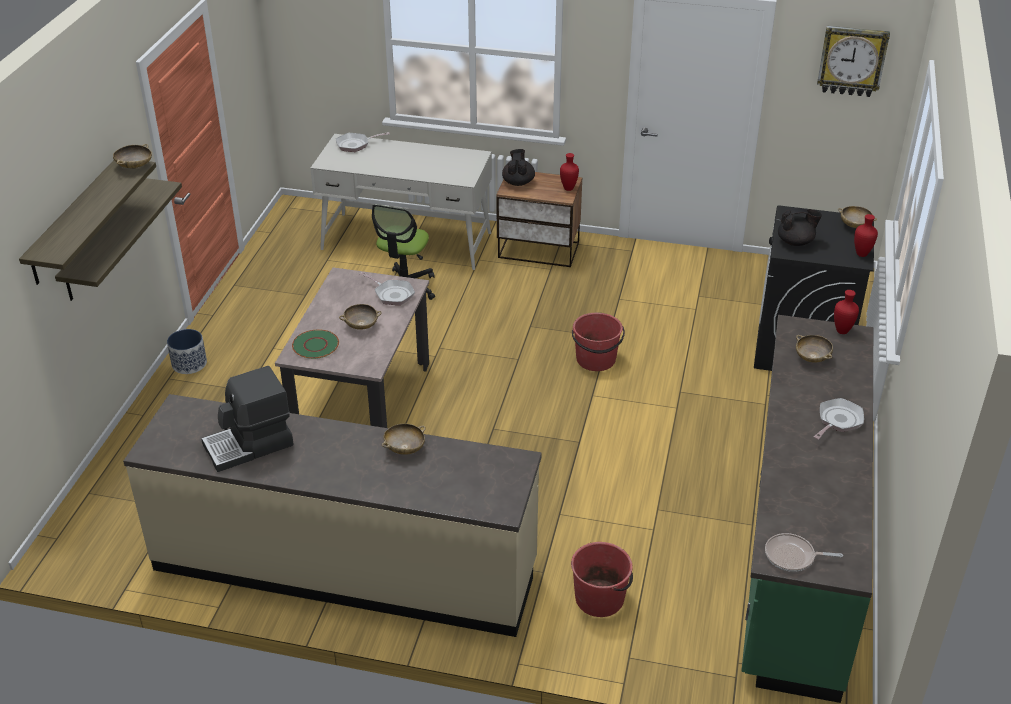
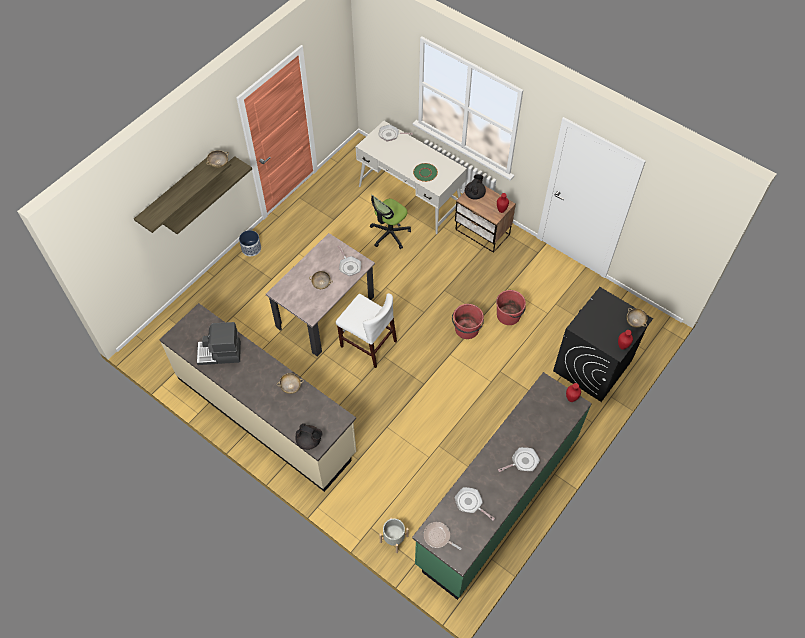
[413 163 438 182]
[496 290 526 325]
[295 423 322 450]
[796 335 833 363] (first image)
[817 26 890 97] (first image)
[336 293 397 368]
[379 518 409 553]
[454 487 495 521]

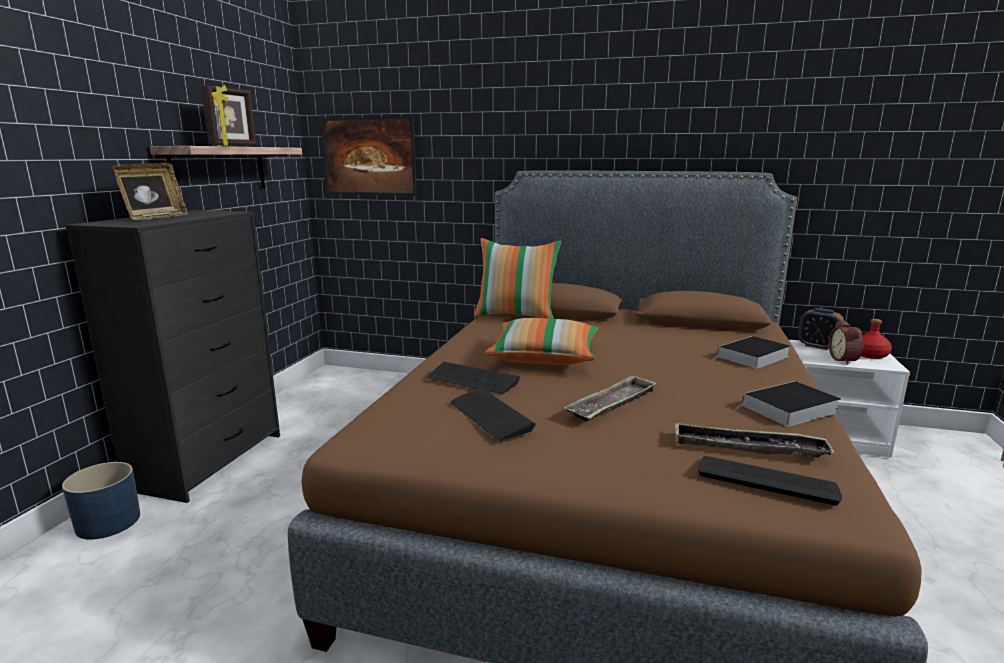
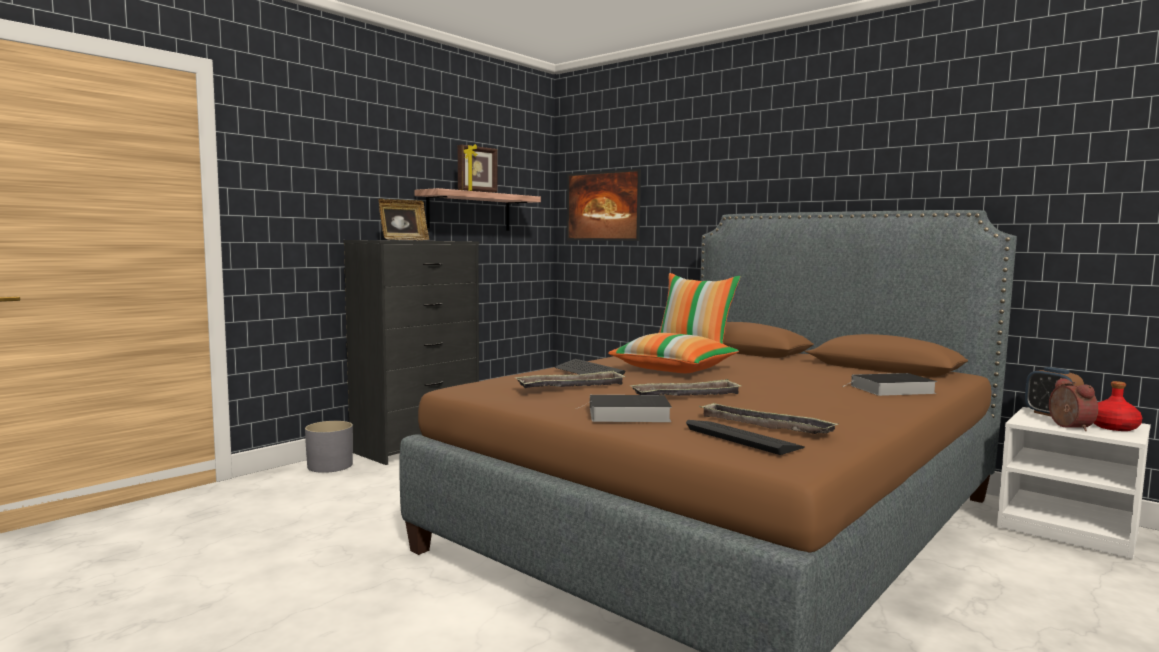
[305 421 353 473]
[515 370 626 388]
[578 395 672 422]
[1049 378 1098 431]

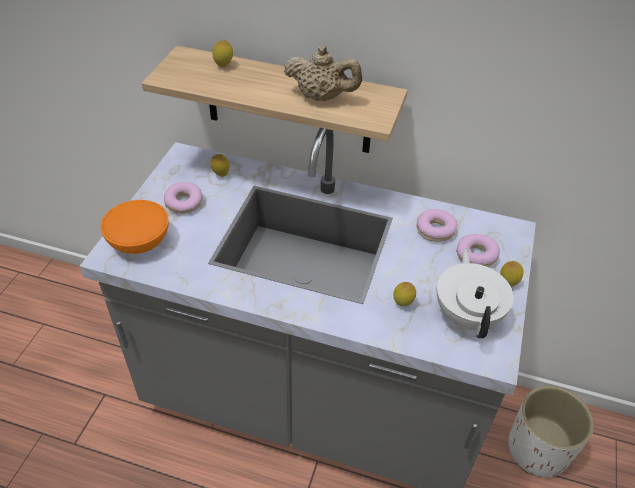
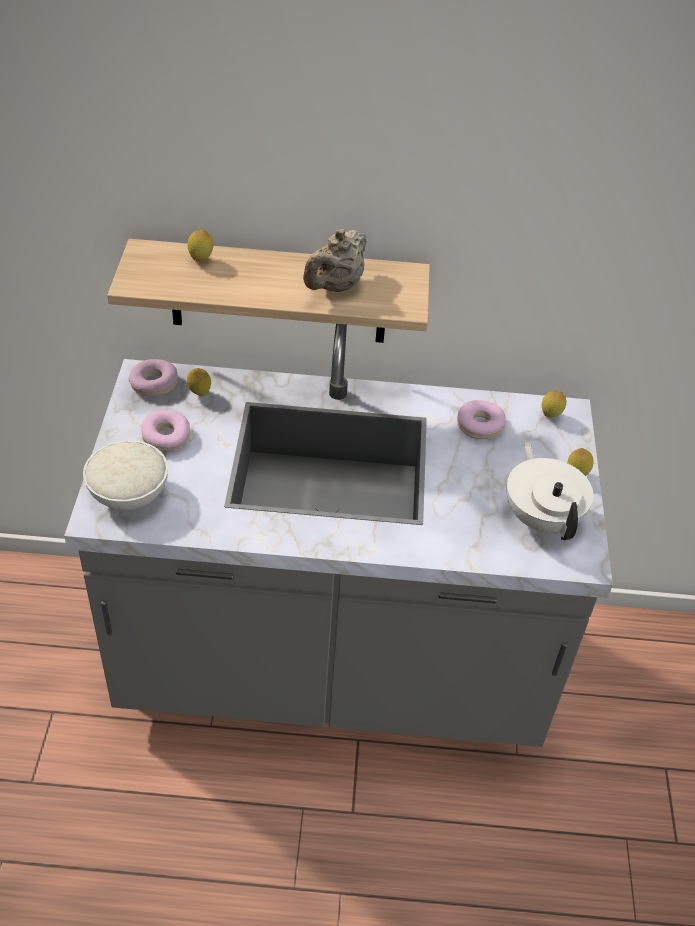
[83 440 168 510]
[303 229 367 292]
[542 390 566 418]
[129 359 178 397]
[508 386 594 478] (first image)

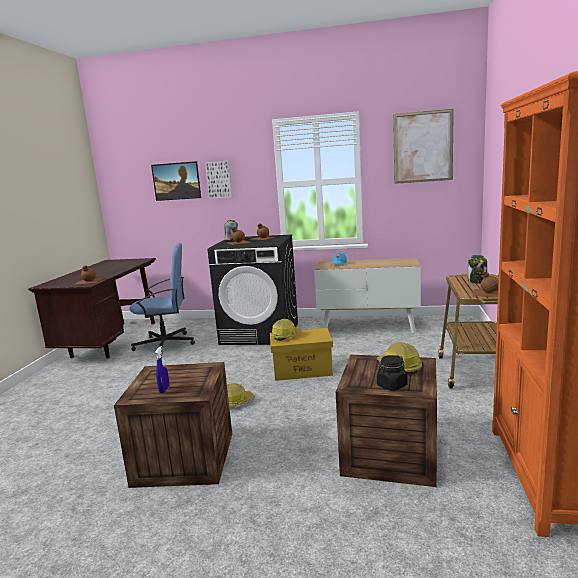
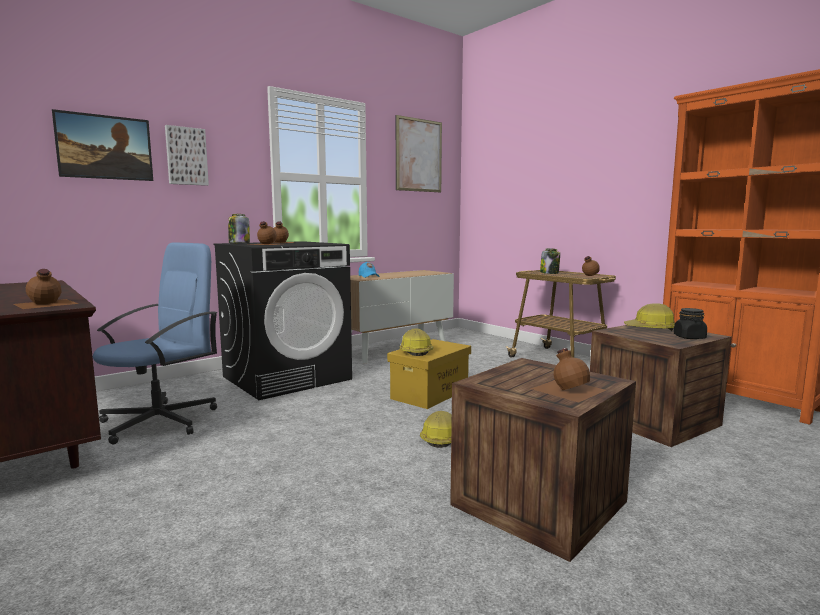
[531 348 606 402]

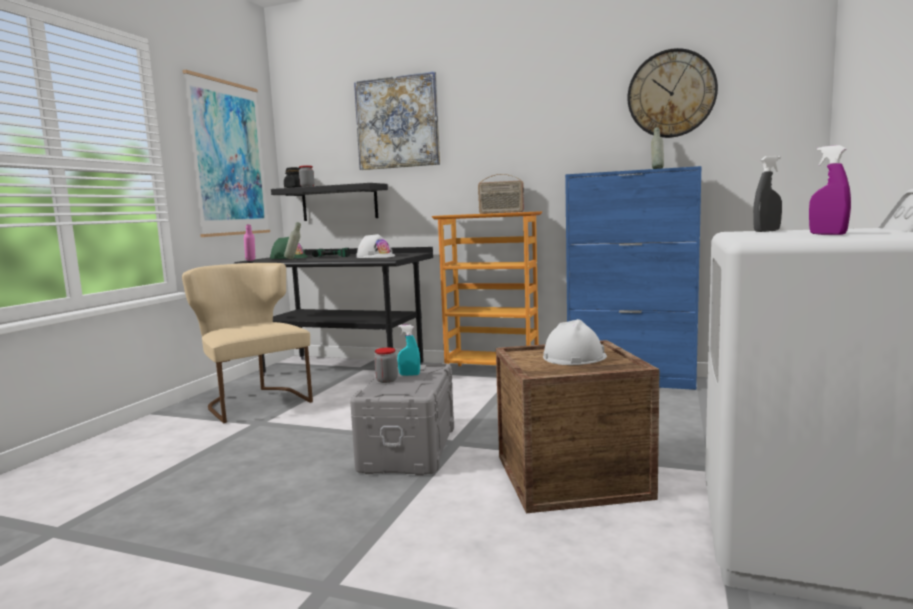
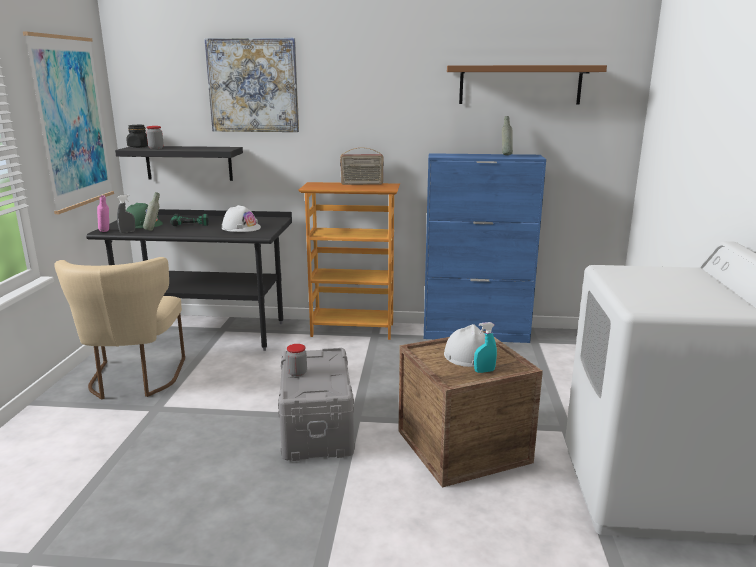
[54 257 185 400]
[474 322 497 373]
[447 65 607 104]
[117 195 135 233]
[809 145 851 235] (first image)

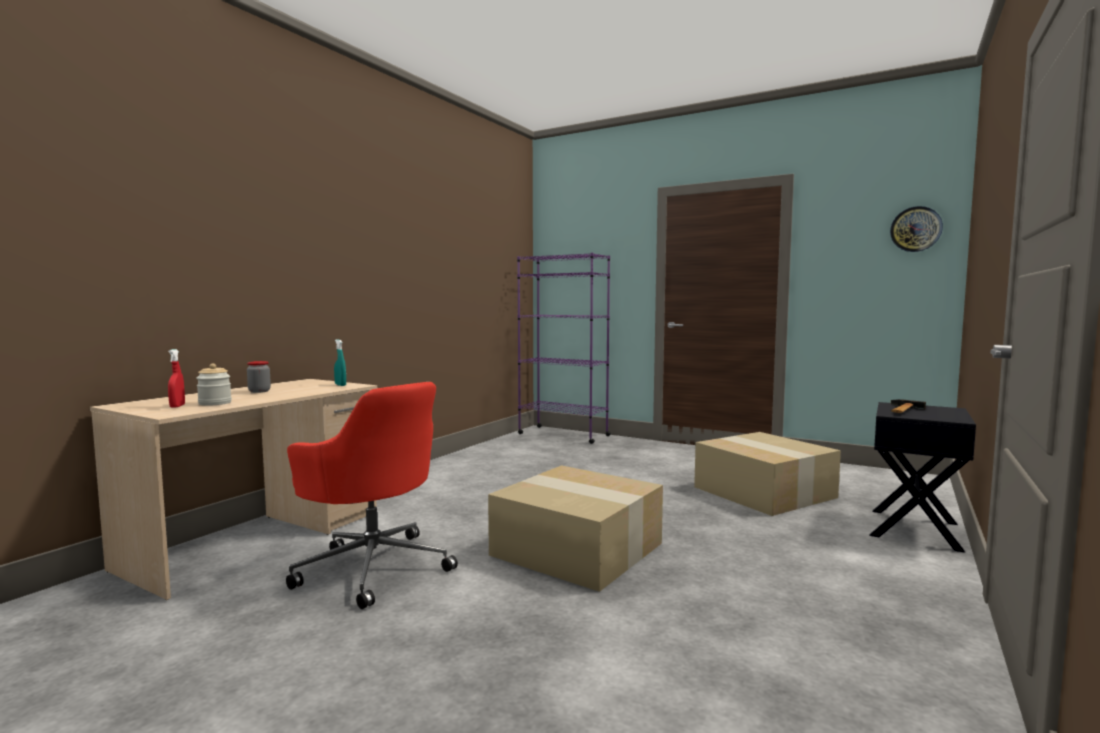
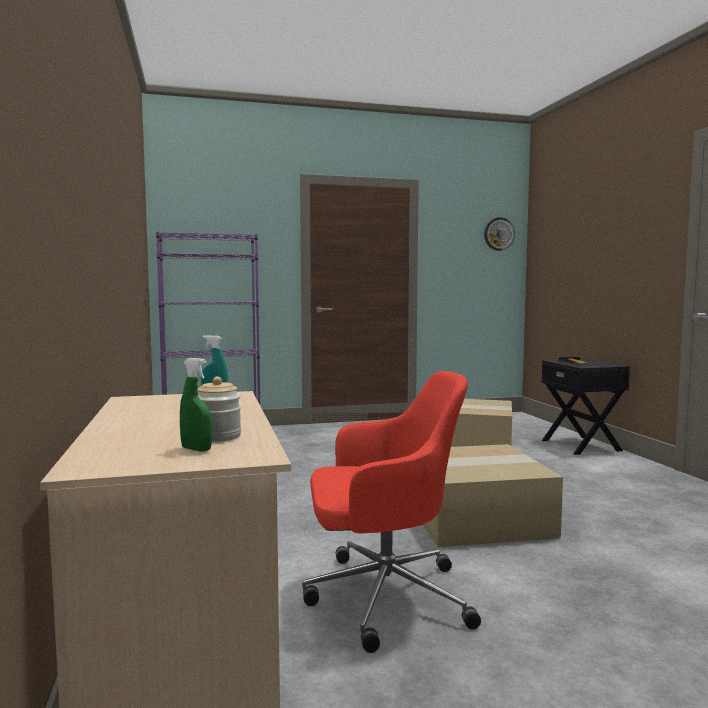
[180 358 212 452]
[247 361 271 393] (first image)

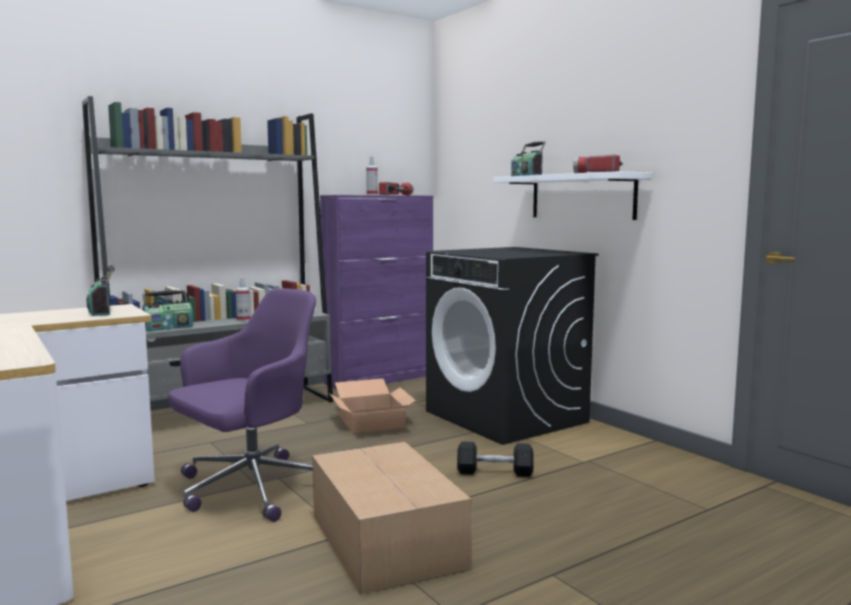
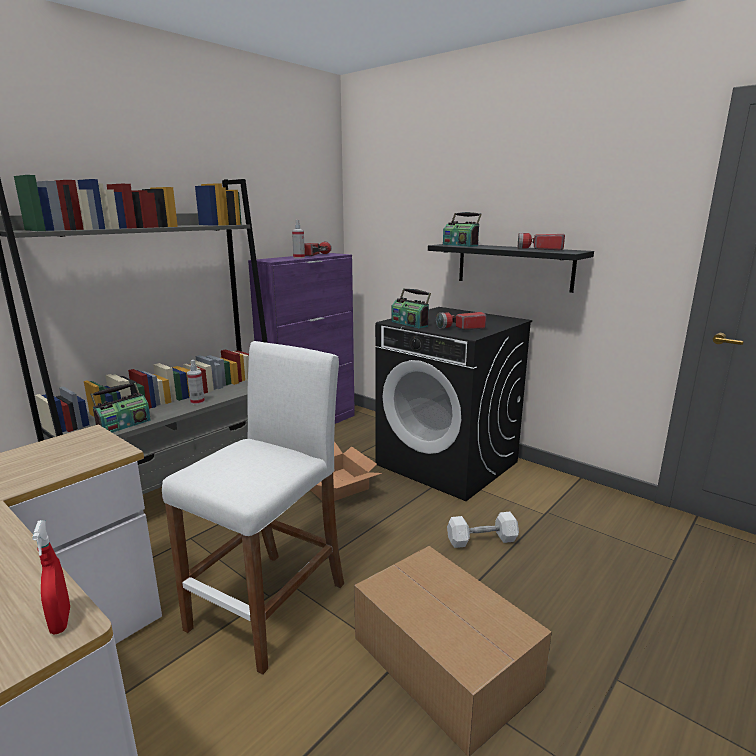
[391 288 431 328]
[162 341 344 675]
[447 512 519 548]
[428 244 594 293]
[32 520 70 634]
[436 312 487 330]

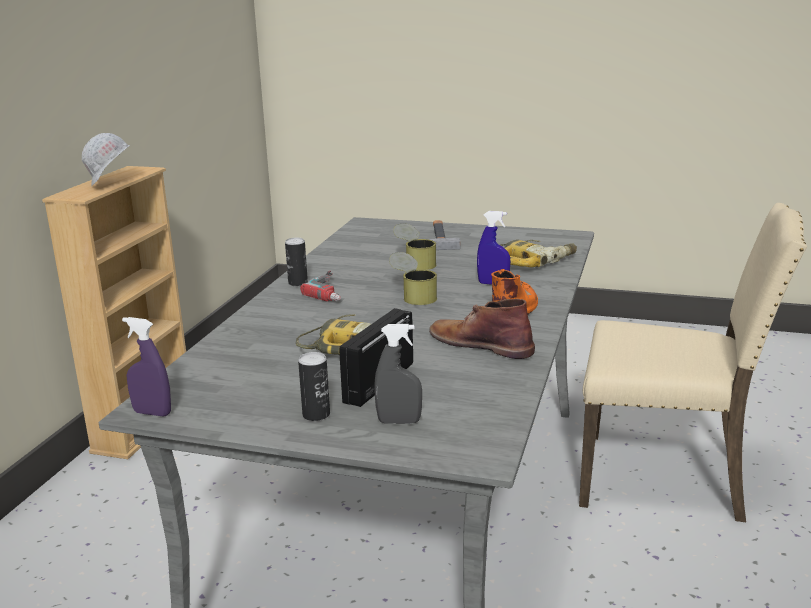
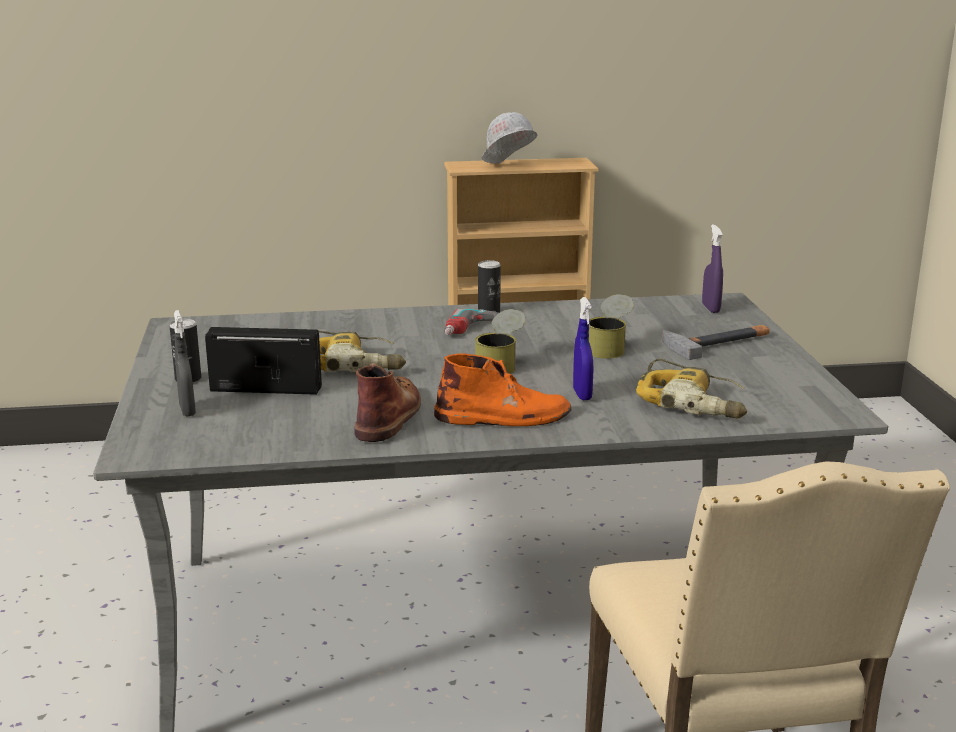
[702 224 723 313]

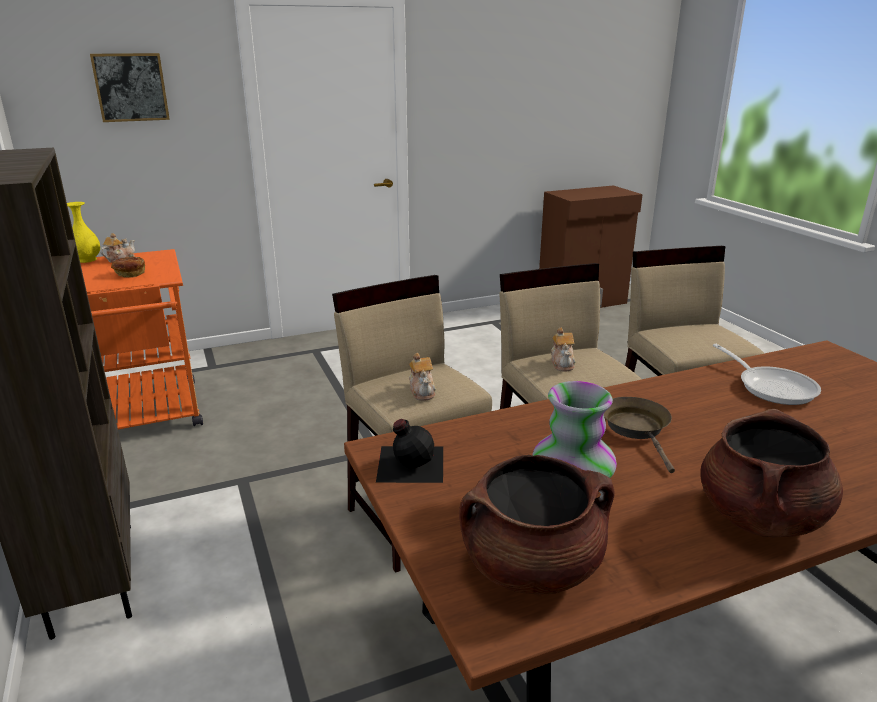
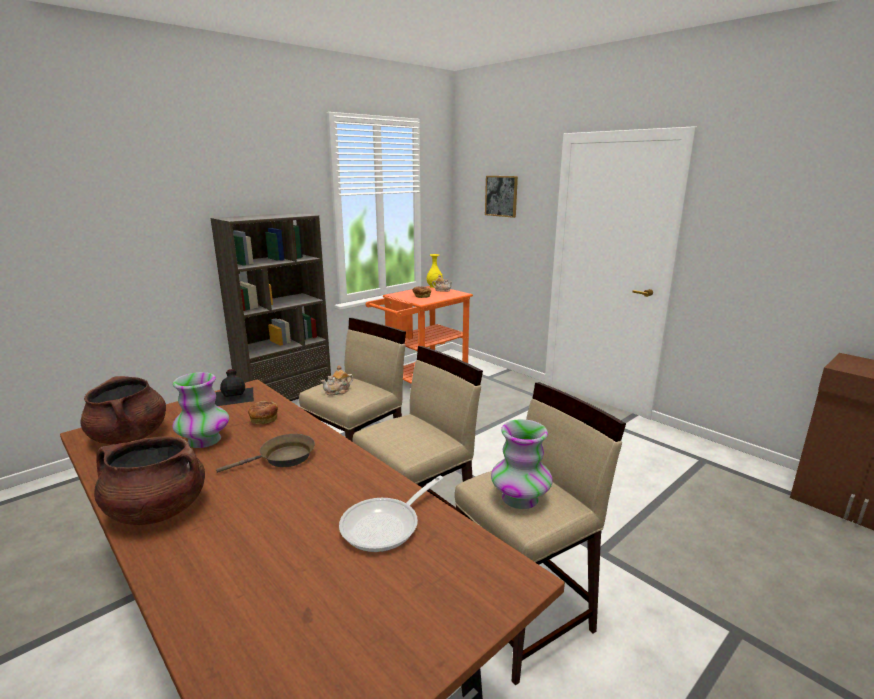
[551 328 576 371] (first image)
[248 401 278 424]
[491 419 553 509]

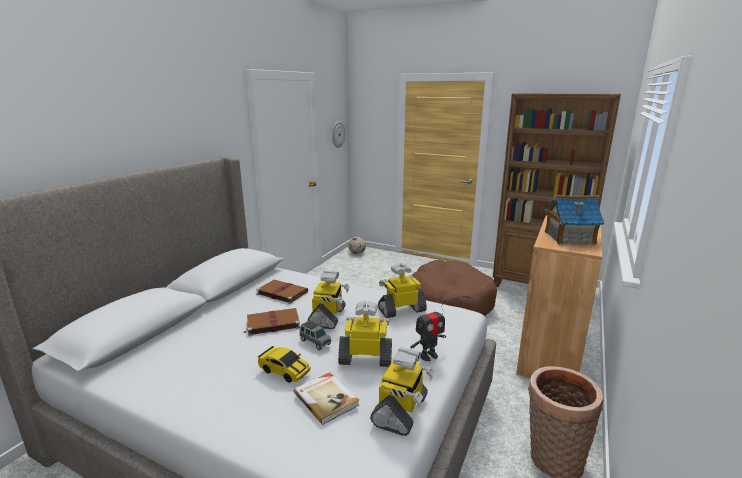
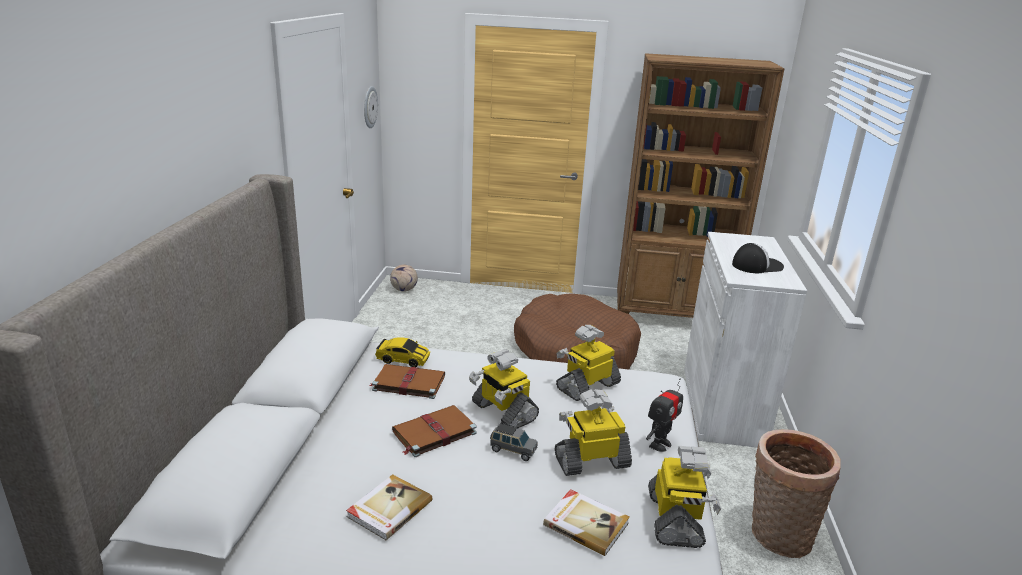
[375 337 430 367]
[469 349 539 428]
[684 232 807 448]
[732 243 784 273]
[346 474 432 540]

